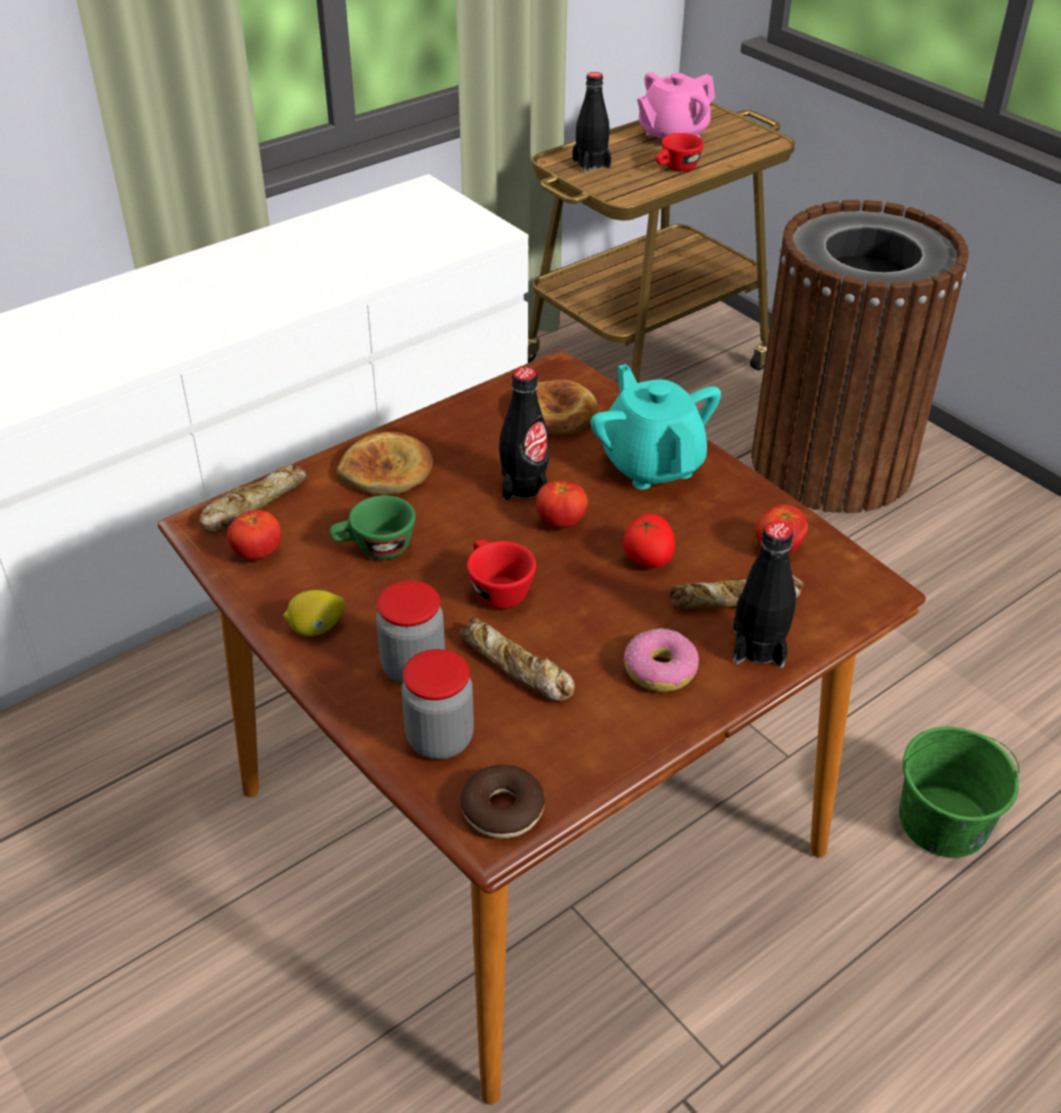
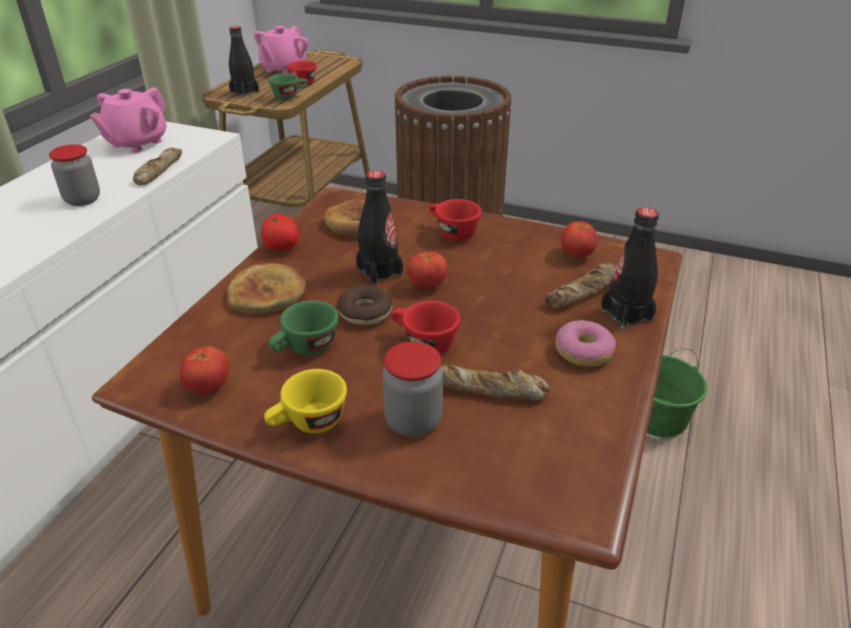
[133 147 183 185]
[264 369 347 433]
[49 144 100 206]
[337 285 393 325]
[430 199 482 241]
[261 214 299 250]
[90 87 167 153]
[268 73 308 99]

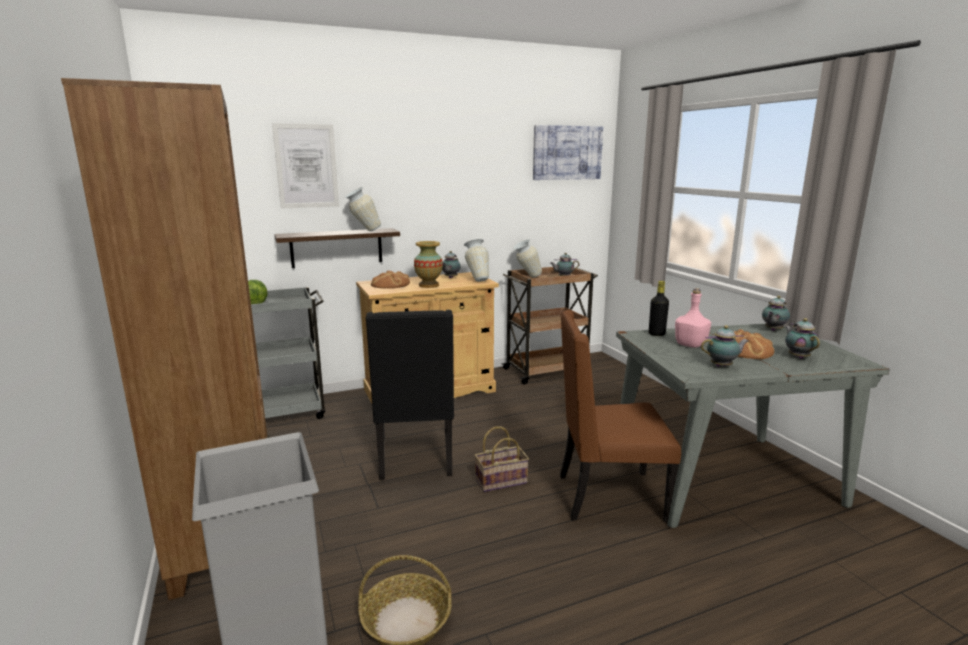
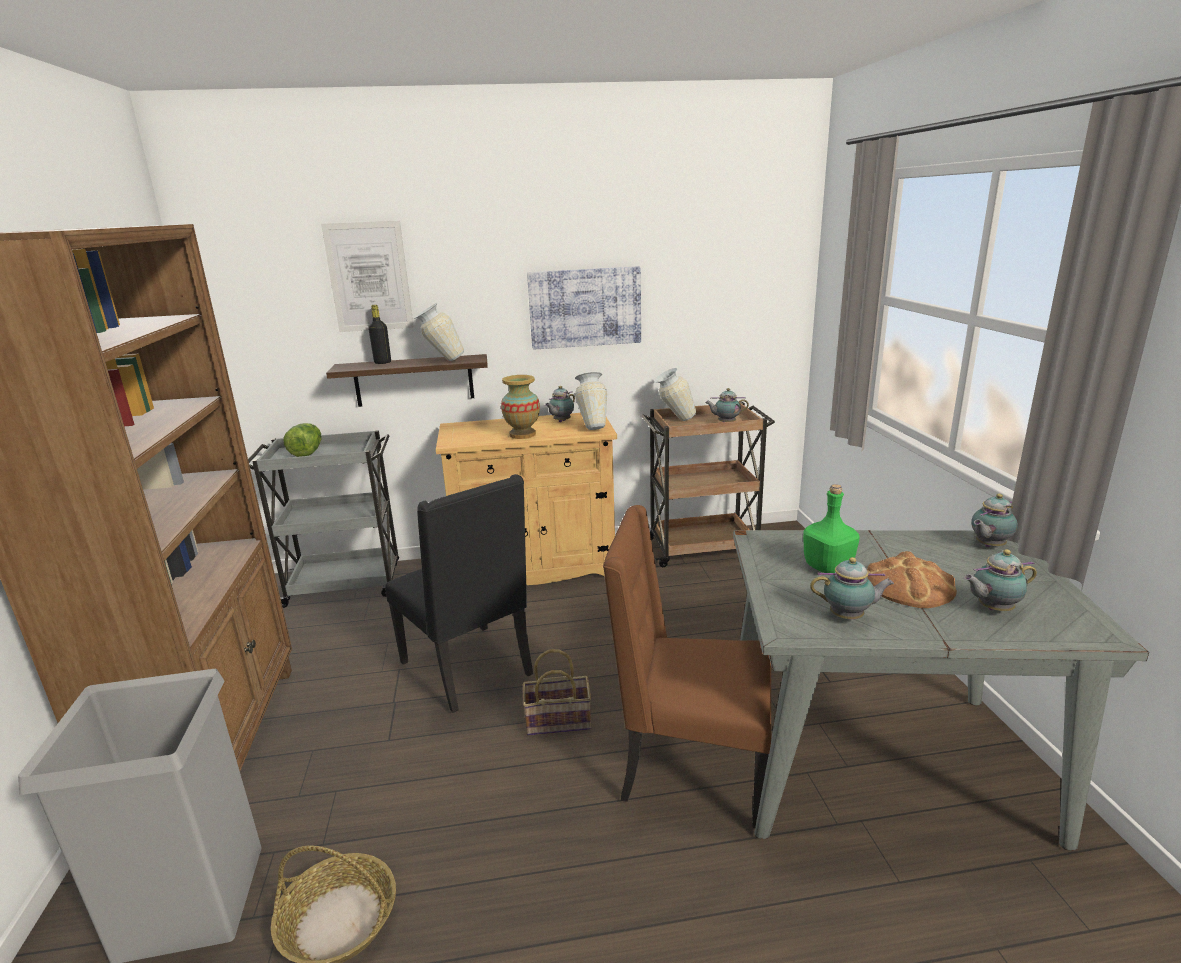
[385 474 533 713]
[371 271 410 288] (first image)
[527 266 641 349]
[368 305 391 364]
[803 484 860 573]
[964 549 1037 611]

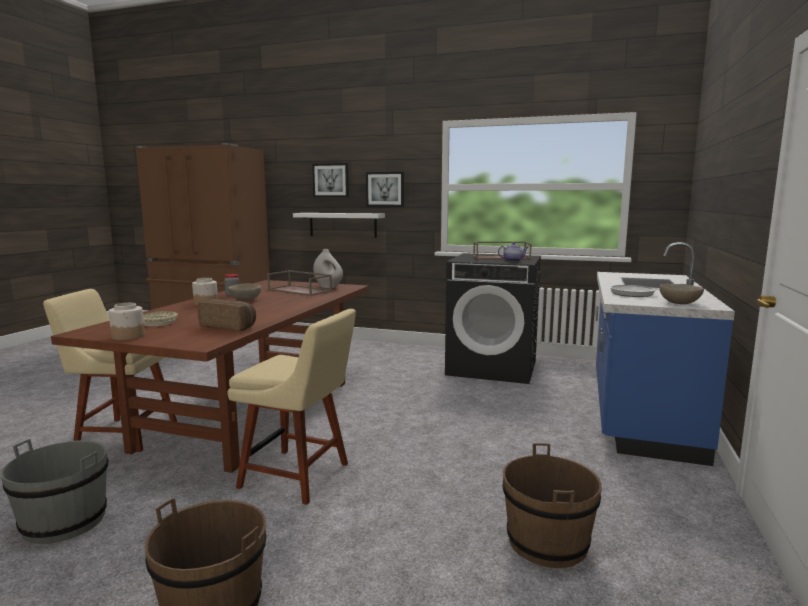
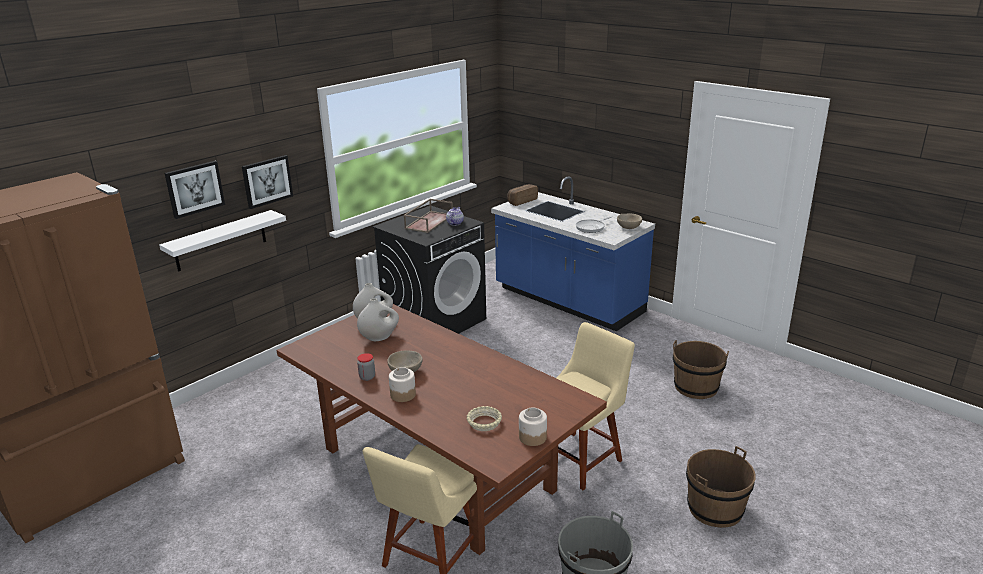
[507 184 538 206]
[357 298 399 341]

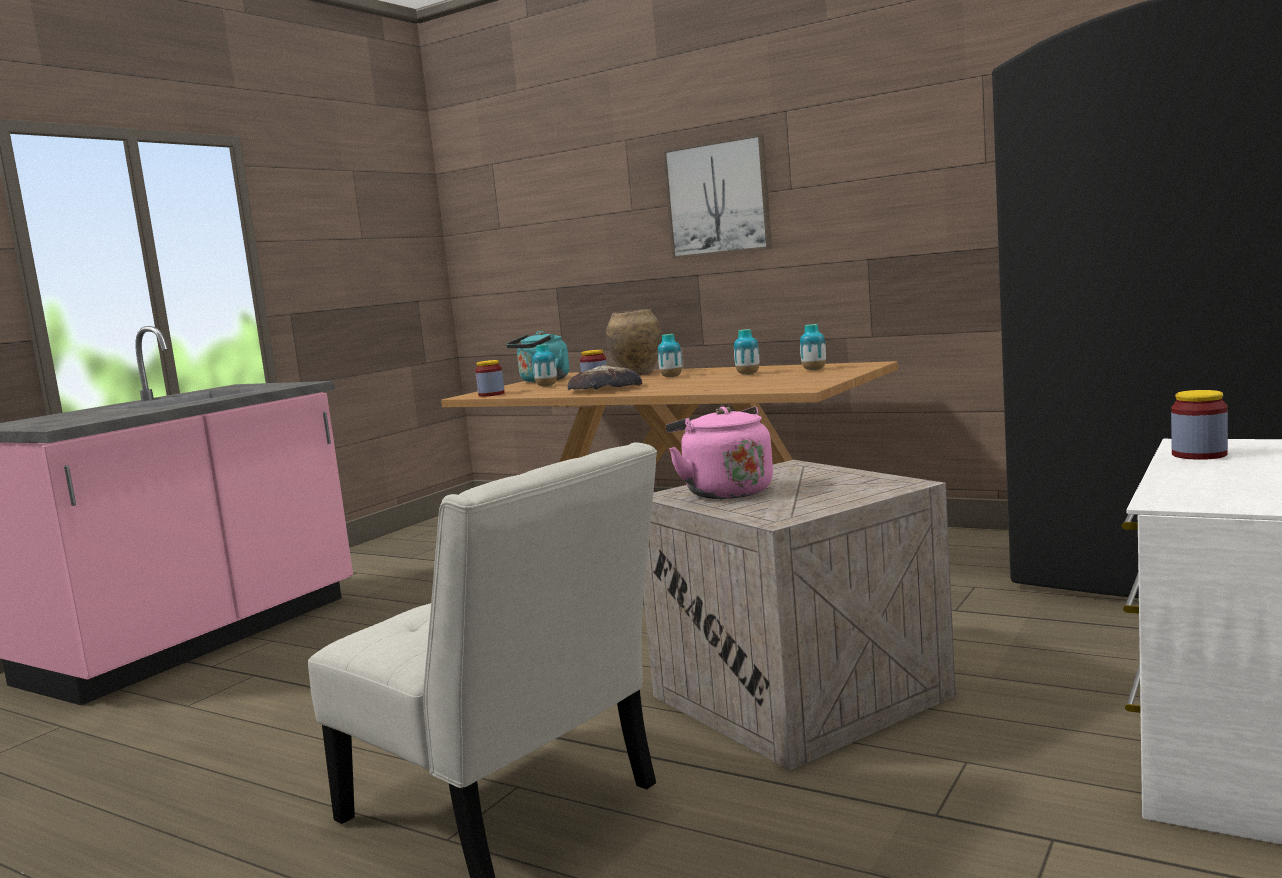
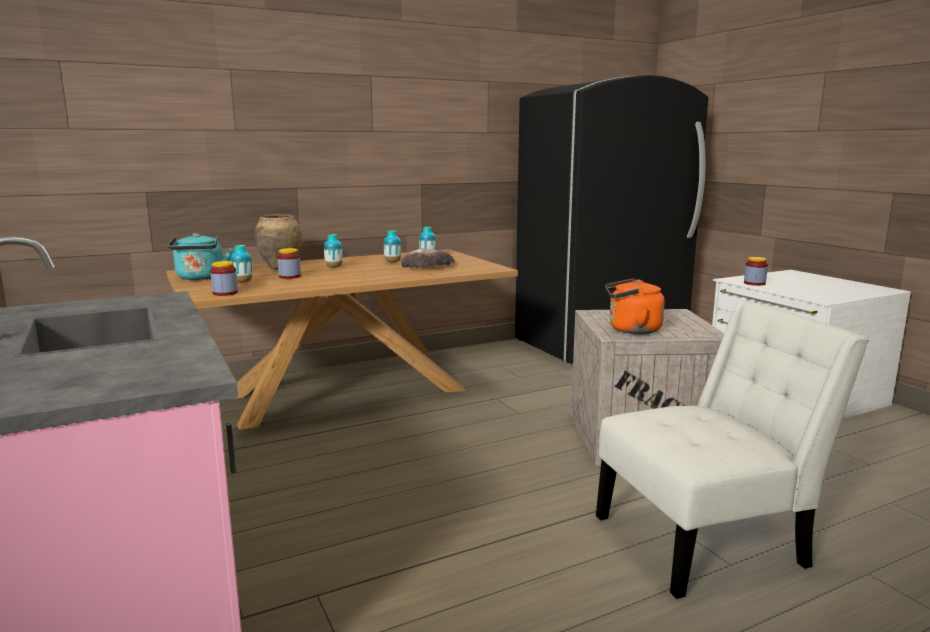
[401 249 455 268]
[663 134 772 259] (first image)
[605 279 665 334]

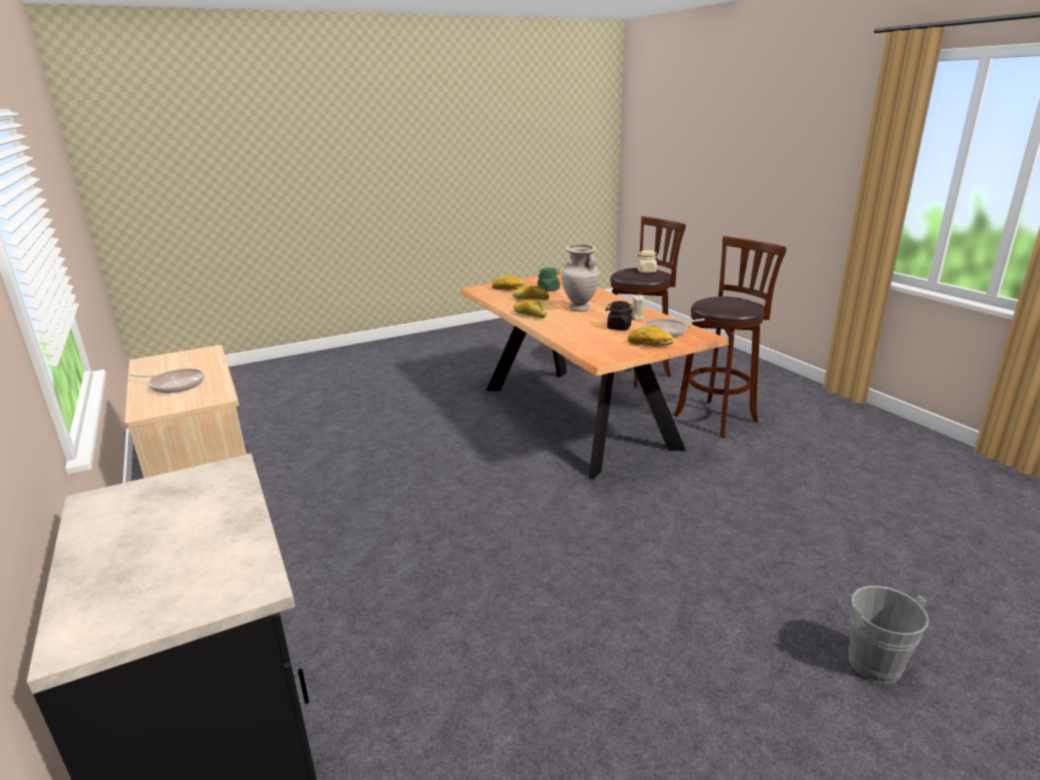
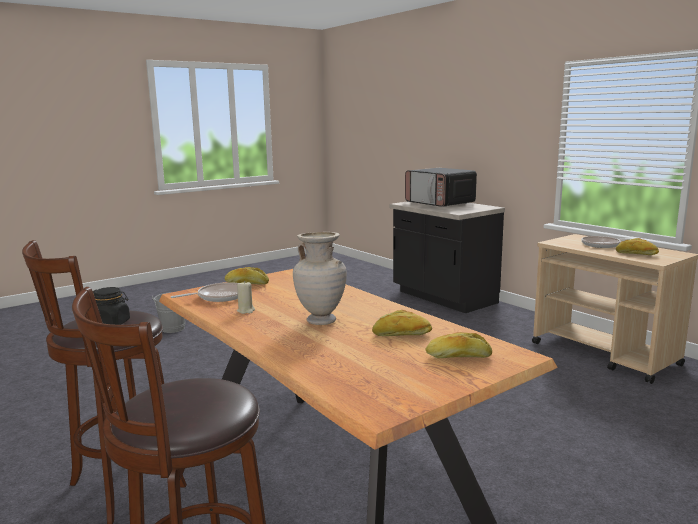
[616 238 659 255]
[538 267 560 292] (first image)
[93 287 130 325]
[636 250 660 273] (first image)
[405 168 477 207]

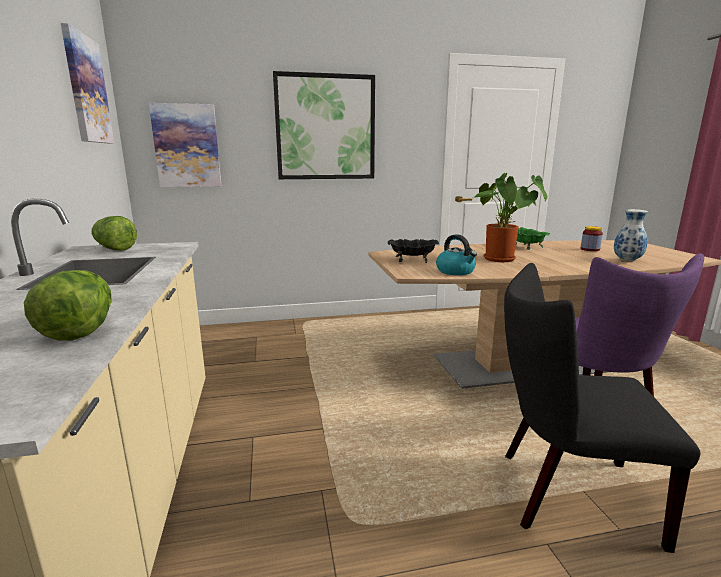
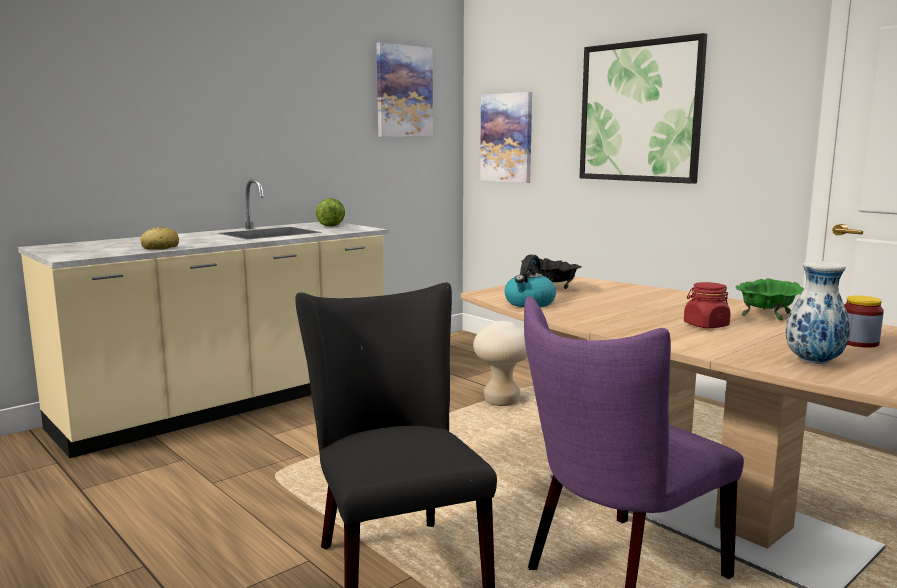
[140 227 179 250]
[472 172 548 262] (first image)
[473 321 527 406]
[684 282 731 328]

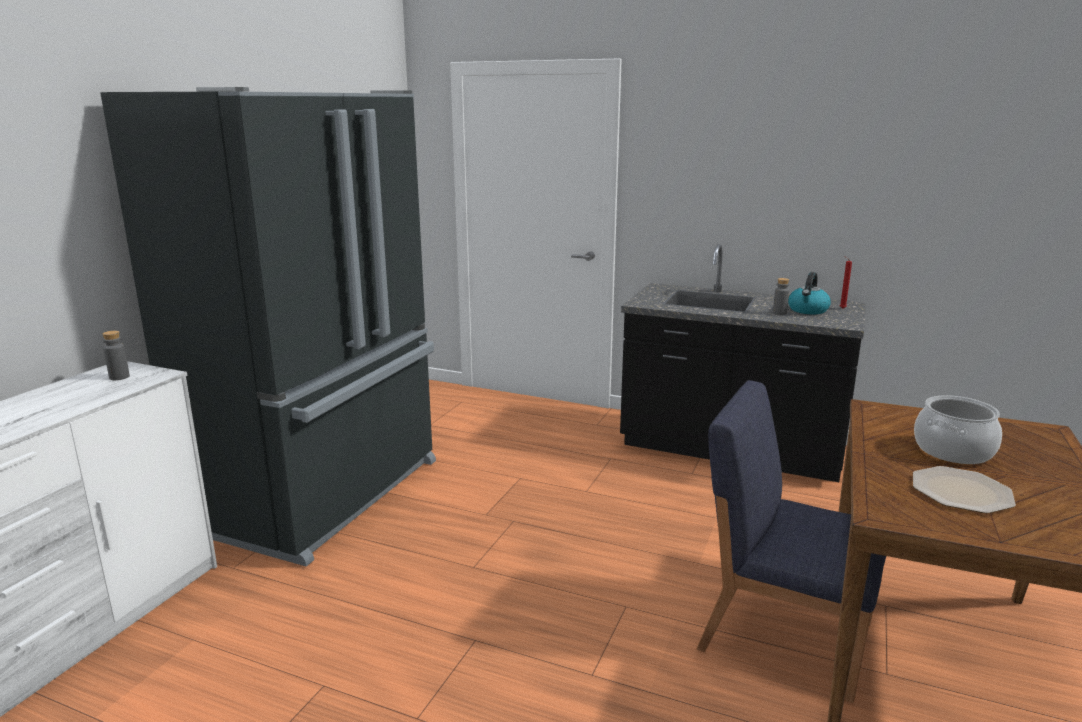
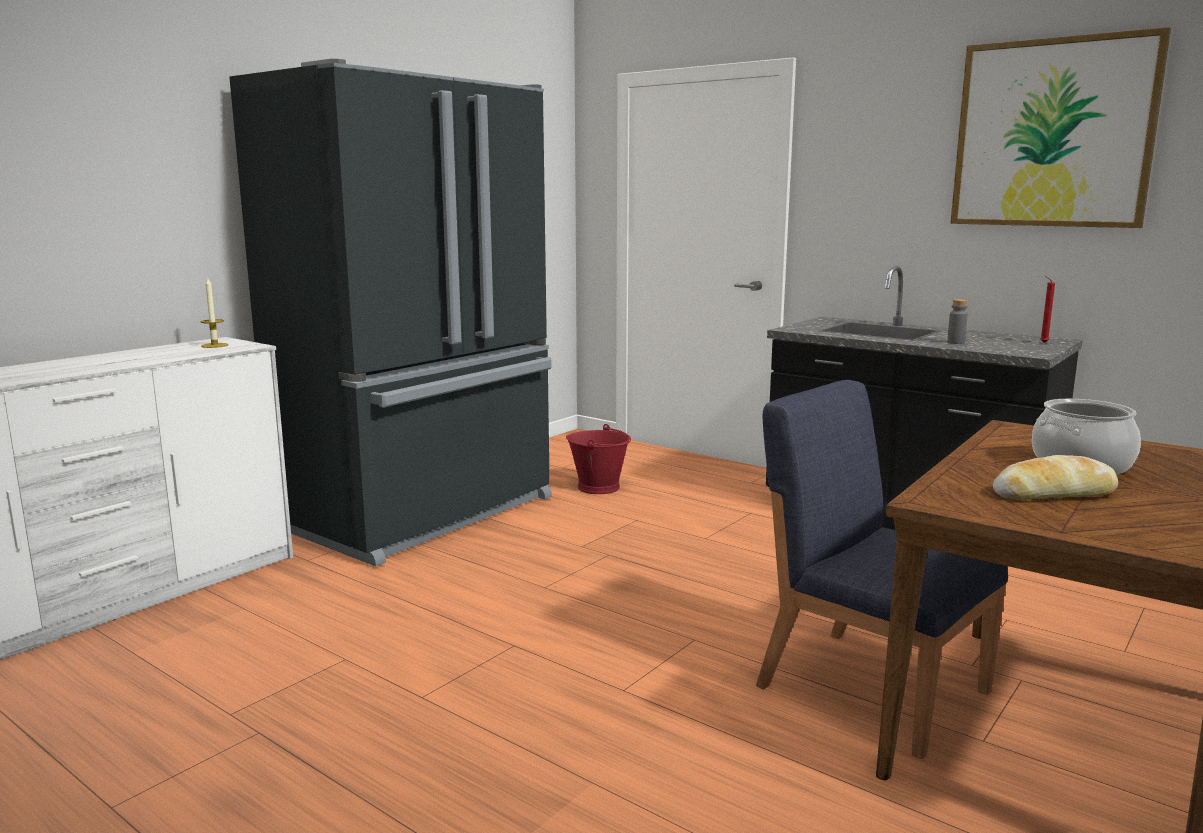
[201 278 229 348]
[788 272 831 314] (first image)
[993 455 1118 500]
[566 424 631 494]
[950 27 1171 228]

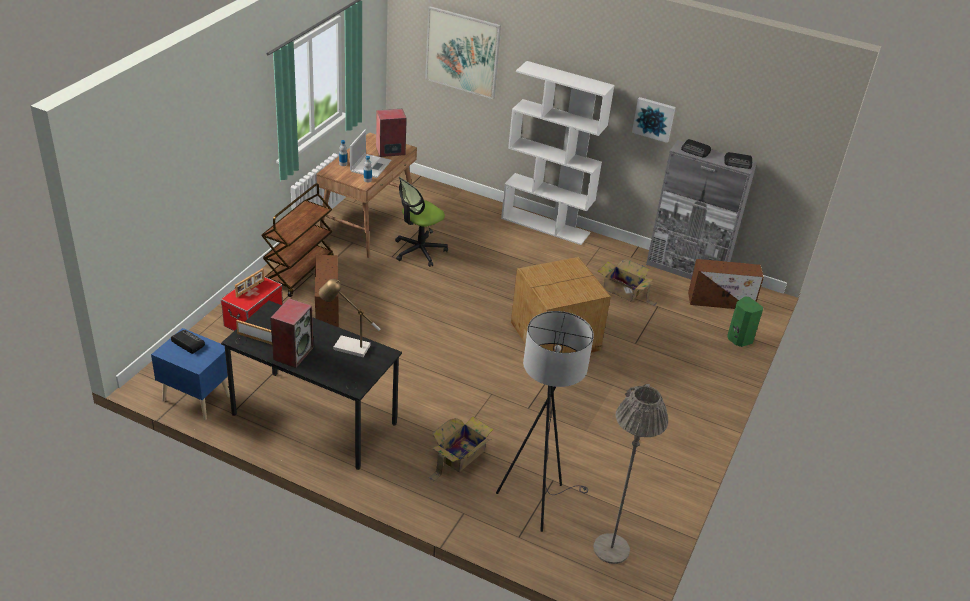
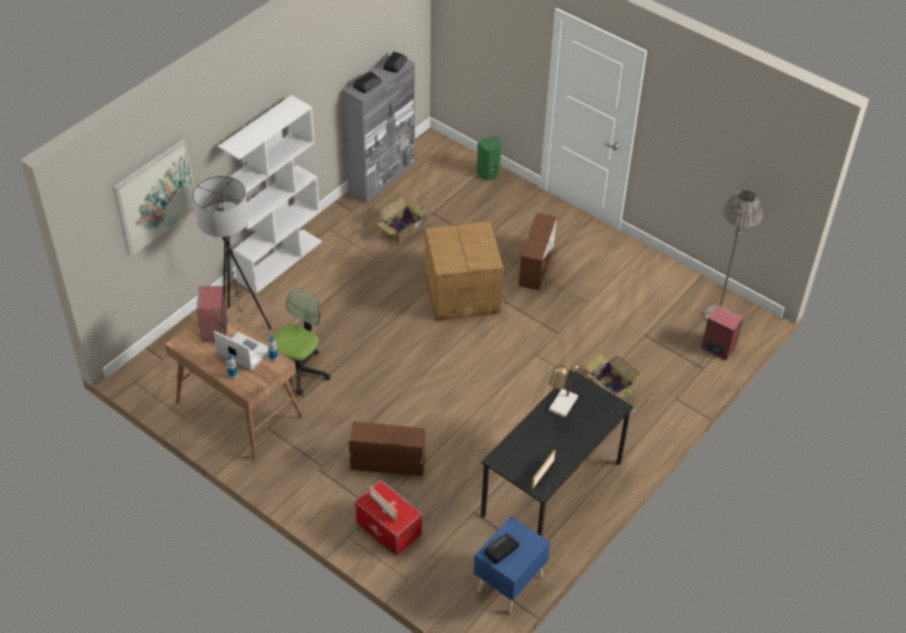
[261 183 333 297] (first image)
[701 305 744 360]
[274 287 331 395]
[192 176 272 330]
[632 97 676 143] (first image)
[519 213 557 290]

